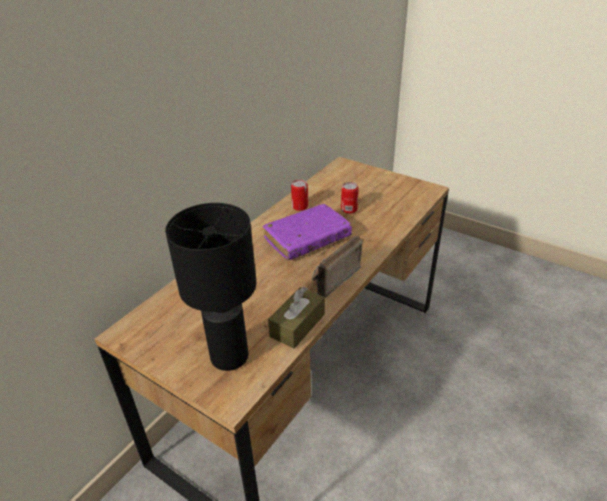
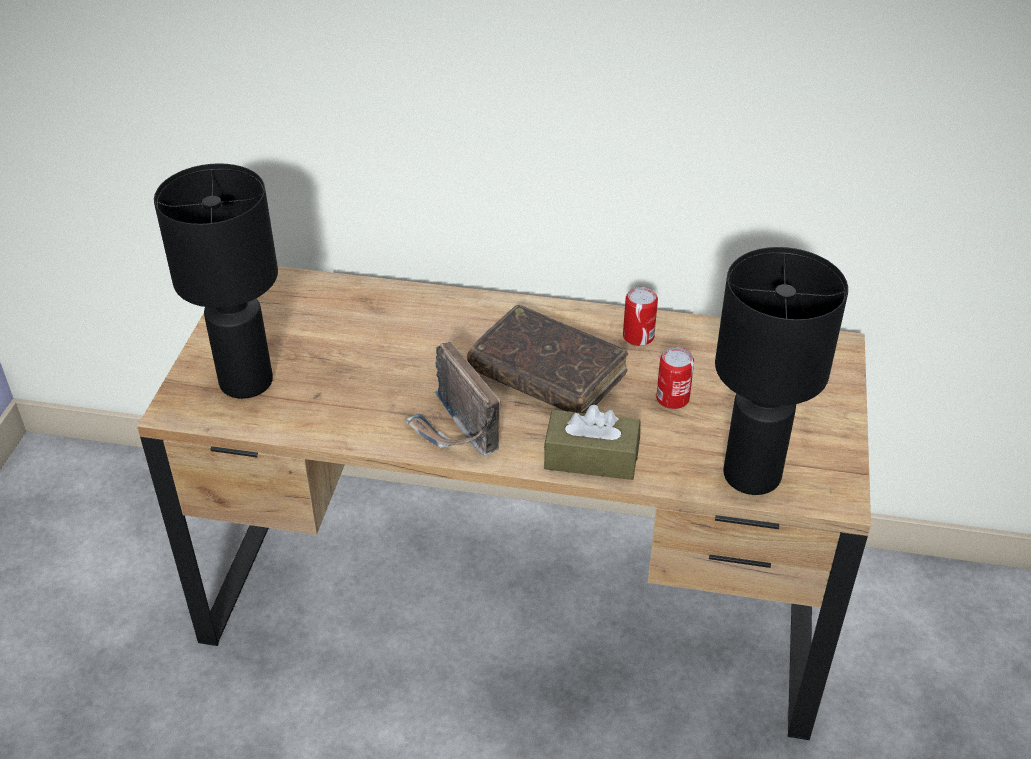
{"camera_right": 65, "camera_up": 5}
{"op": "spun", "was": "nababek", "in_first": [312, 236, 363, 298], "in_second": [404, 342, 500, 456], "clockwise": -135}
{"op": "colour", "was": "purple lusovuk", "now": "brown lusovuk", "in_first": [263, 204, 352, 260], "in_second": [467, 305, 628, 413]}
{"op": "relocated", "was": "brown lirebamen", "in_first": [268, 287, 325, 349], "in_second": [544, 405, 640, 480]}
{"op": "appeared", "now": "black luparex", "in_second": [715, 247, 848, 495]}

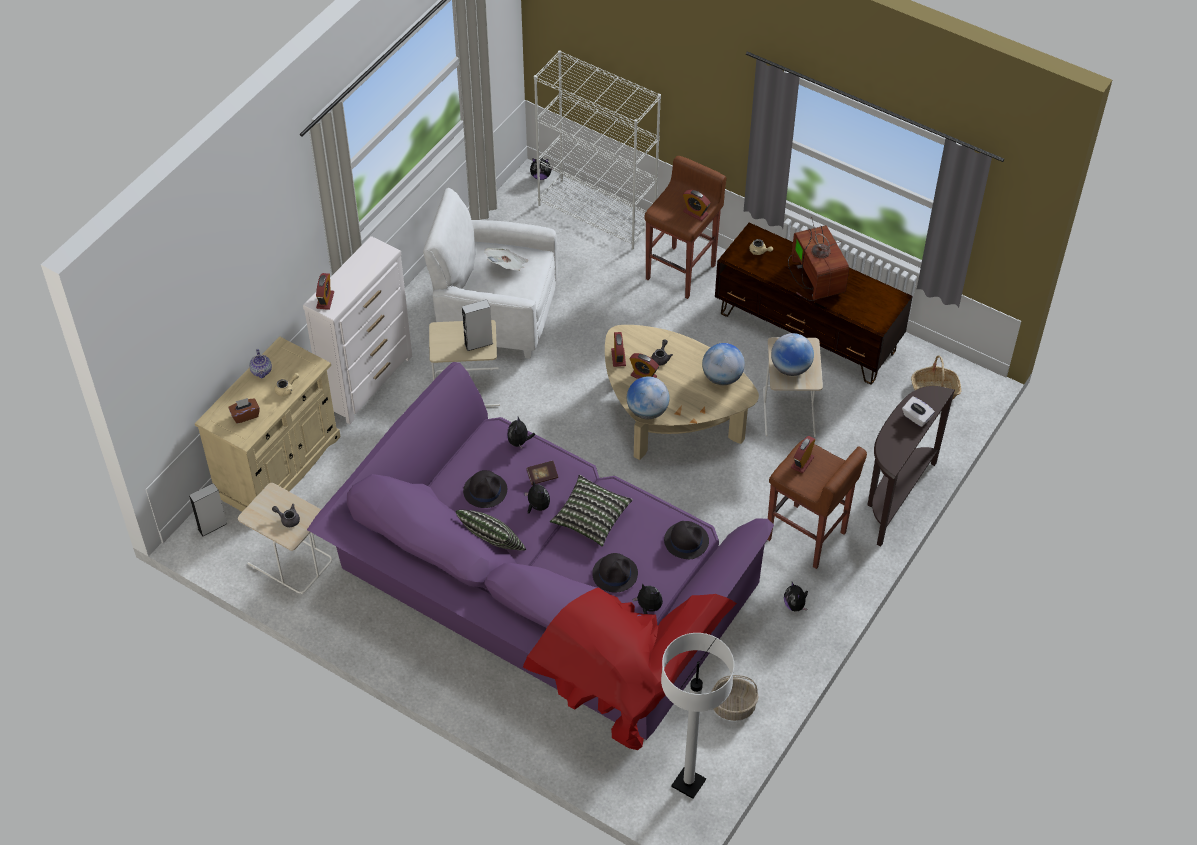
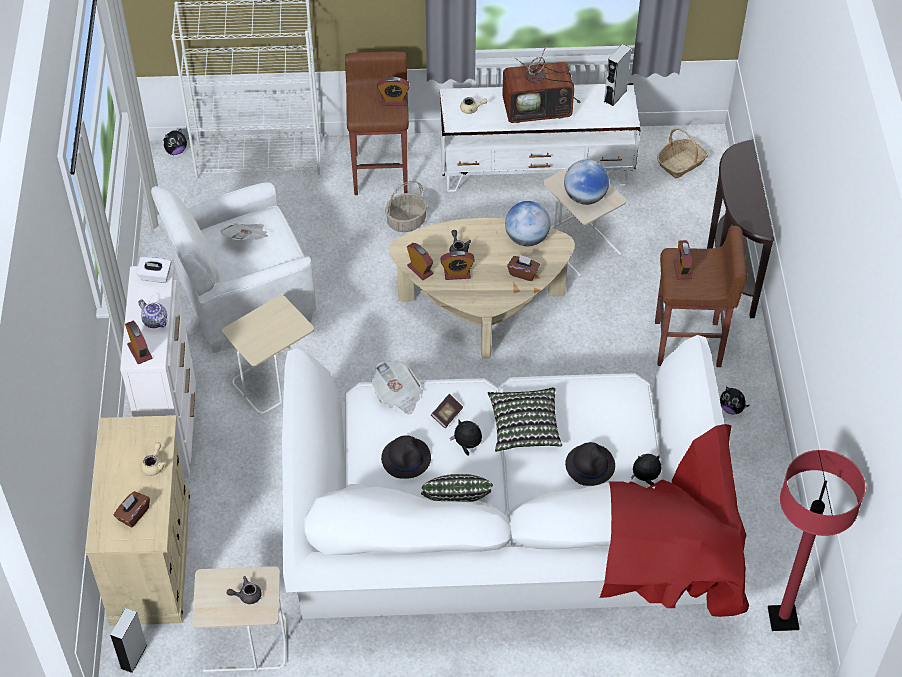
{"camera_right": -35, "camera_up": 0}
{"op": "relocated", "was": "white lirebamen", "in_first": [902, 397, 935, 427], "in_second": [136, 256, 171, 283]}
{"op": "relocated", "was": "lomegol", "in_first": [249, 349, 272, 378], "in_second": [138, 300, 168, 328]}
{"op": "colour", "was": "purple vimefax", "now": "white vimefax", "in_first": [307, 362, 774, 750], "in_second": [282, 335, 749, 619]}
{"op": "exchanged", "was": "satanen", "now": "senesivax", "in_first": [507, 417, 535, 449], "in_second": [372, 360, 423, 414]}
{"op": "relocated", "was": "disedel", "in_first": [712, 675, 759, 721], "in_second": [385, 181, 427, 232]}
{"op": "colour", "was": "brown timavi", "now": "white timavi", "in_first": [715, 223, 913, 385], "in_second": [440, 83, 640, 192]}
{"op": "spun", "was": "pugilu", "in_first": [788, 217, 849, 301], "in_second": [502, 38, 581, 123], "clockwise": 135}
{"op": "appeared", "now": "brown lirebamen", "in_second": [507, 255, 540, 281]}
{"op": "relocated", "was": "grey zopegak", "in_first": [462, 300, 493, 351], "in_second": [604, 44, 631, 106]}
{"op": "colour", "was": "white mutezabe", "now": "red mutezabe", "in_first": [661, 633, 734, 799], "in_second": [768, 450, 865, 631]}
{"op": "missing", "was": "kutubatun", "in_first": [627, 376, 670, 419]}
{"op": "missing", "was": "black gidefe", "in_first": [664, 521, 709, 559]}

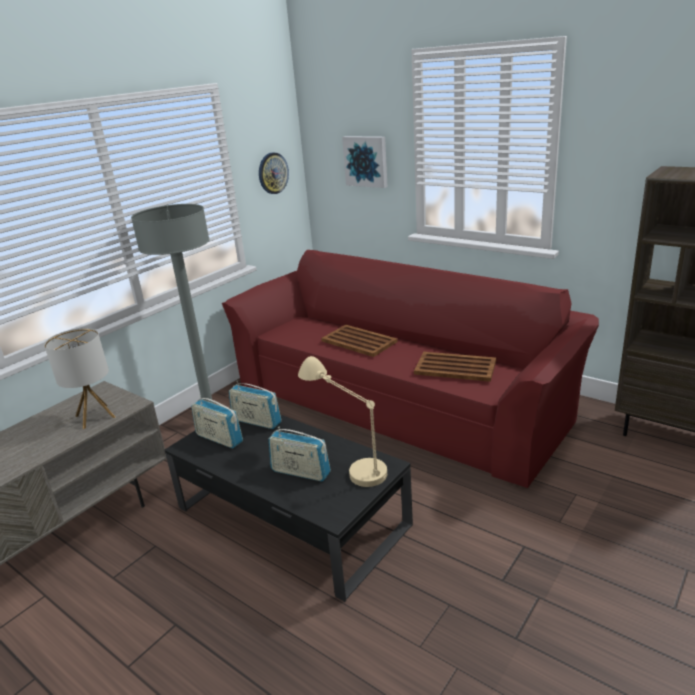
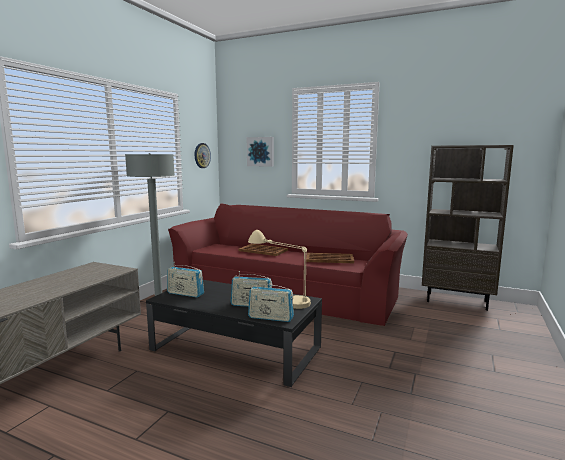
{"camera_right": -15, "camera_up": -15}
{"op": "relocated", "was": "nababek", "in_first": [229, 380, 282, 429], "in_second": [248, 281, 294, 322]}
{"op": "missing", "was": "luparex", "in_first": [44, 328, 115, 429]}

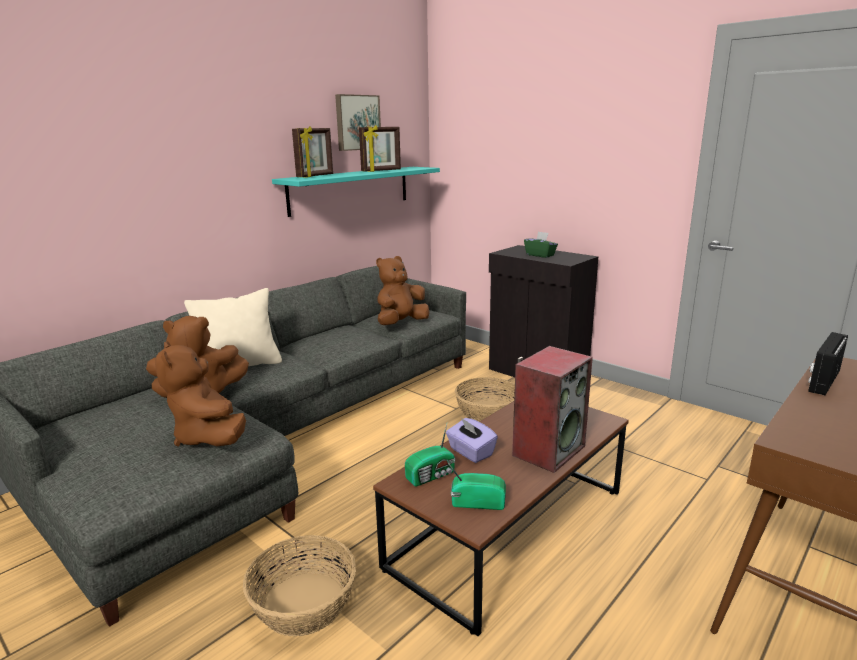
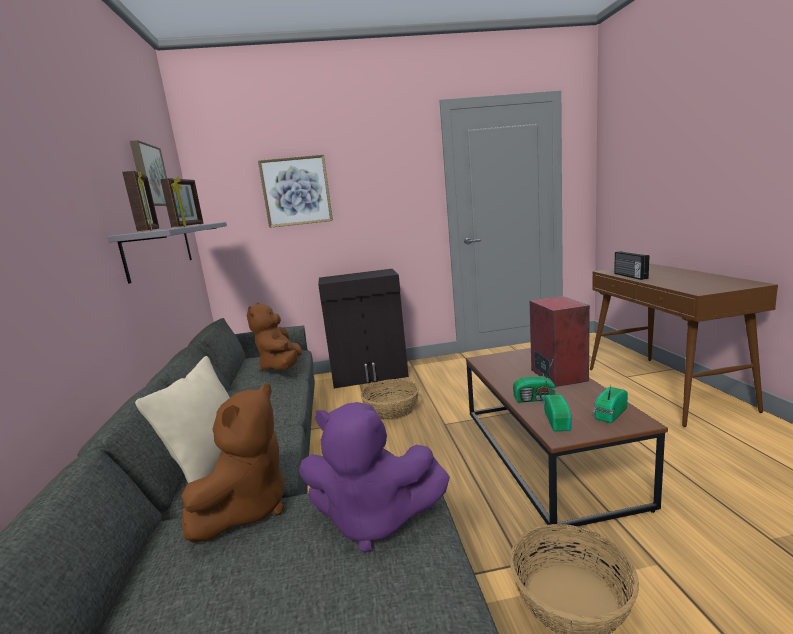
{"camera_right": -50, "camera_up": -5}
{"op": "colour", "was": "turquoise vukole", "now": "grey vukole", "in_first": [272, 167, 440, 217], "in_second": [107, 222, 227, 284]}
{"op": "appeared", "now": "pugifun", "in_second": [258, 155, 333, 228]}
{"op": "colour", "was": "brown satanen", "now": "purple satanen", "in_first": [155, 341, 246, 447], "in_second": [299, 402, 450, 553]}
{"op": "exchanged", "was": "purple lirebamen", "now": "nababek", "in_first": [446, 417, 498, 463], "in_second": [513, 358, 556, 403]}
{"op": "missing", "was": "green lirebamen", "in_first": [524, 231, 558, 258]}

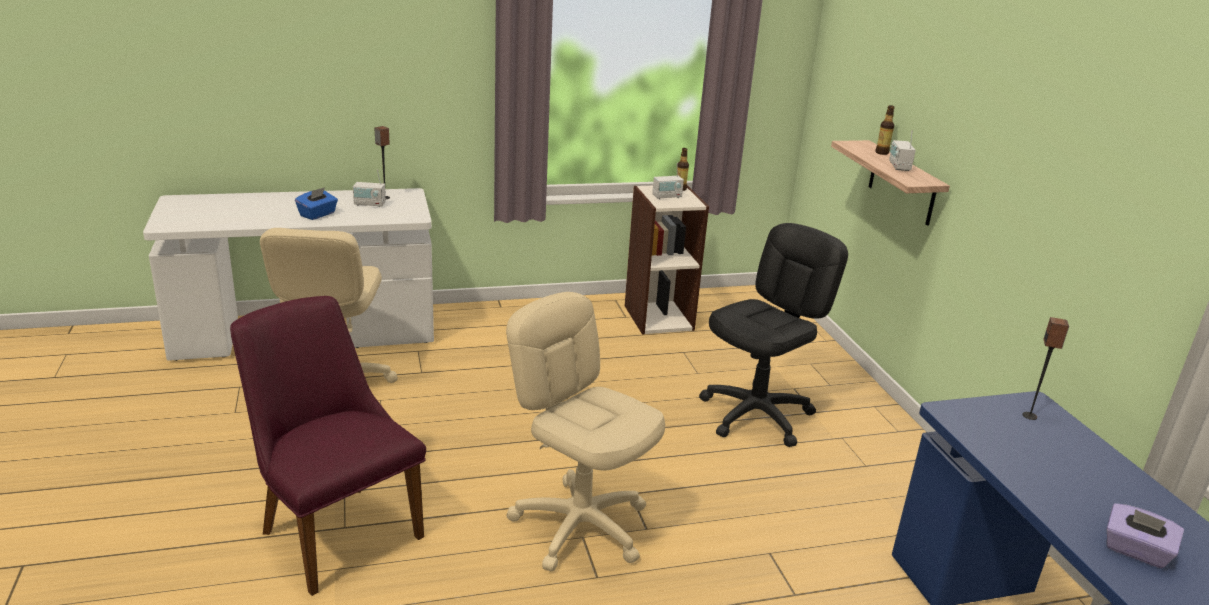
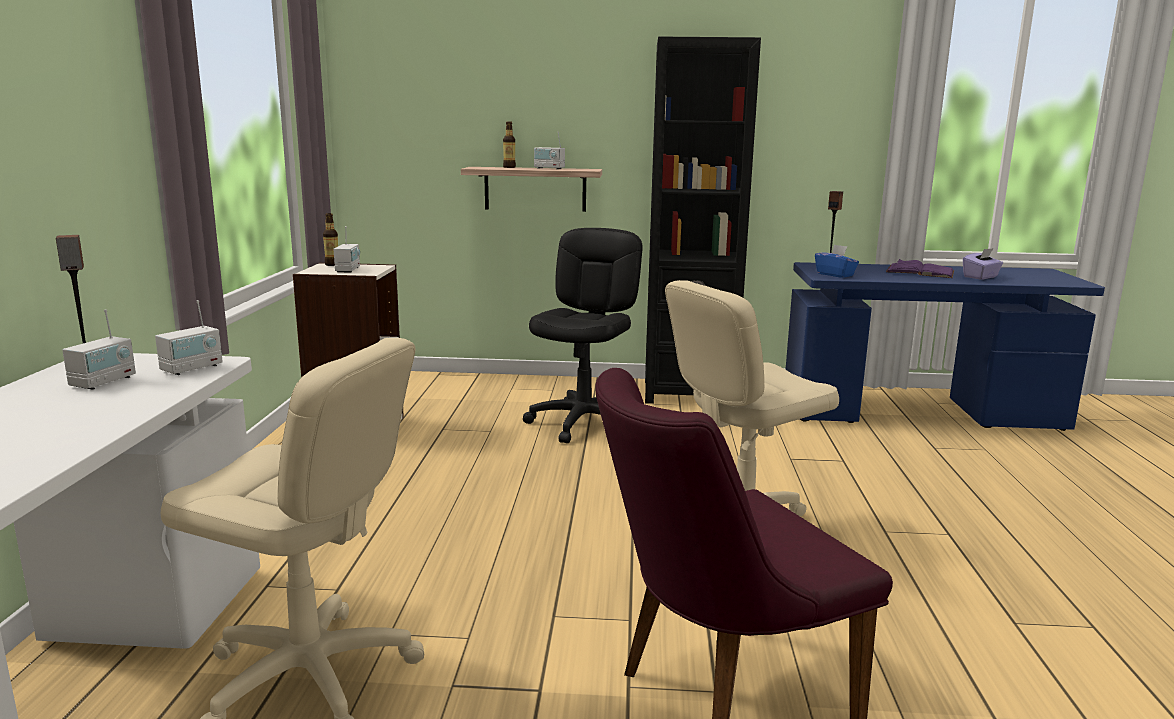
{"camera_right": -70, "camera_up": -10}
{"op": "appeared", "now": "nababek", "in_second": [155, 300, 223, 375]}
{"op": "spun", "was": "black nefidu", "in_first": [699, 223, 848, 447], "in_second": [523, 228, 643, 443], "clockwise": 45}
{"op": "appeared", "now": "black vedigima", "in_second": [645, 37, 761, 404]}
{"op": "relocated", "was": "blue lirebamen", "in_first": [295, 187, 338, 220], "in_second": [815, 244, 859, 278]}
{"op": "appeared", "now": "purple lusovuk", "in_second": [886, 259, 954, 278]}

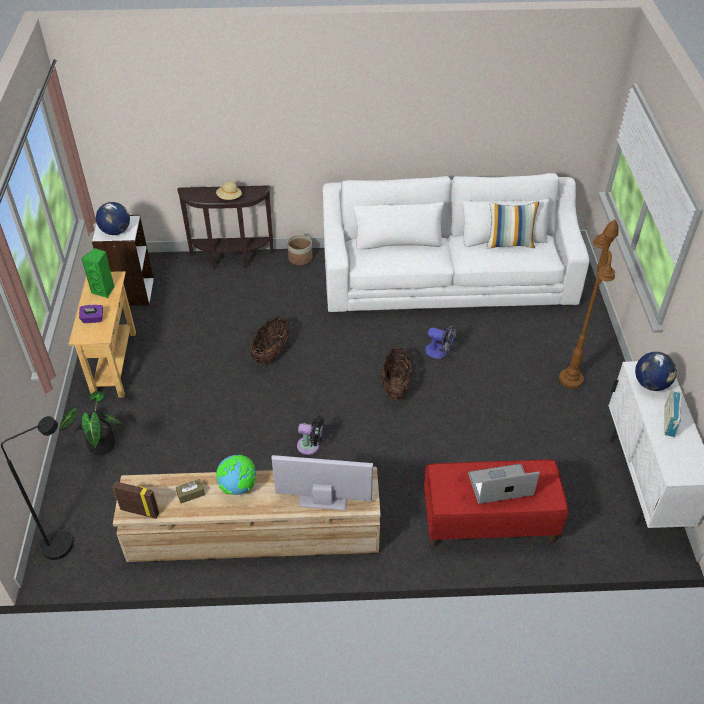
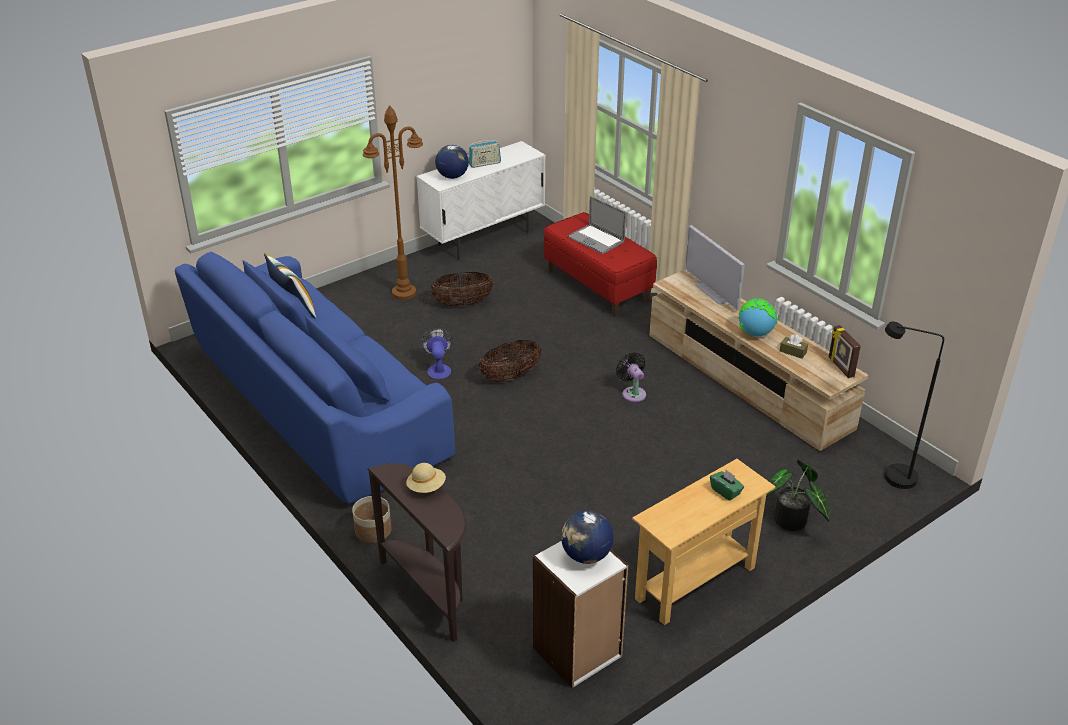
{"camera_right": -125, "camera_up": -10}
{"op": "colour", "was": "white vimefax", "now": "blue vimefax", "in_first": [323, 173, 589, 313], "in_second": [175, 251, 455, 505]}
{"op": "relocated", "was": "disedel", "in_first": [251, 317, 289, 365], "in_second": [431, 272, 493, 306]}
{"op": "colour", "was": "purple lirebamen", "now": "green lirebamen", "in_first": [79, 305, 103, 323], "in_second": [710, 470, 744, 501]}
{"op": "missing", "was": "green zopegak", "in_first": [81, 248, 115, 298]}

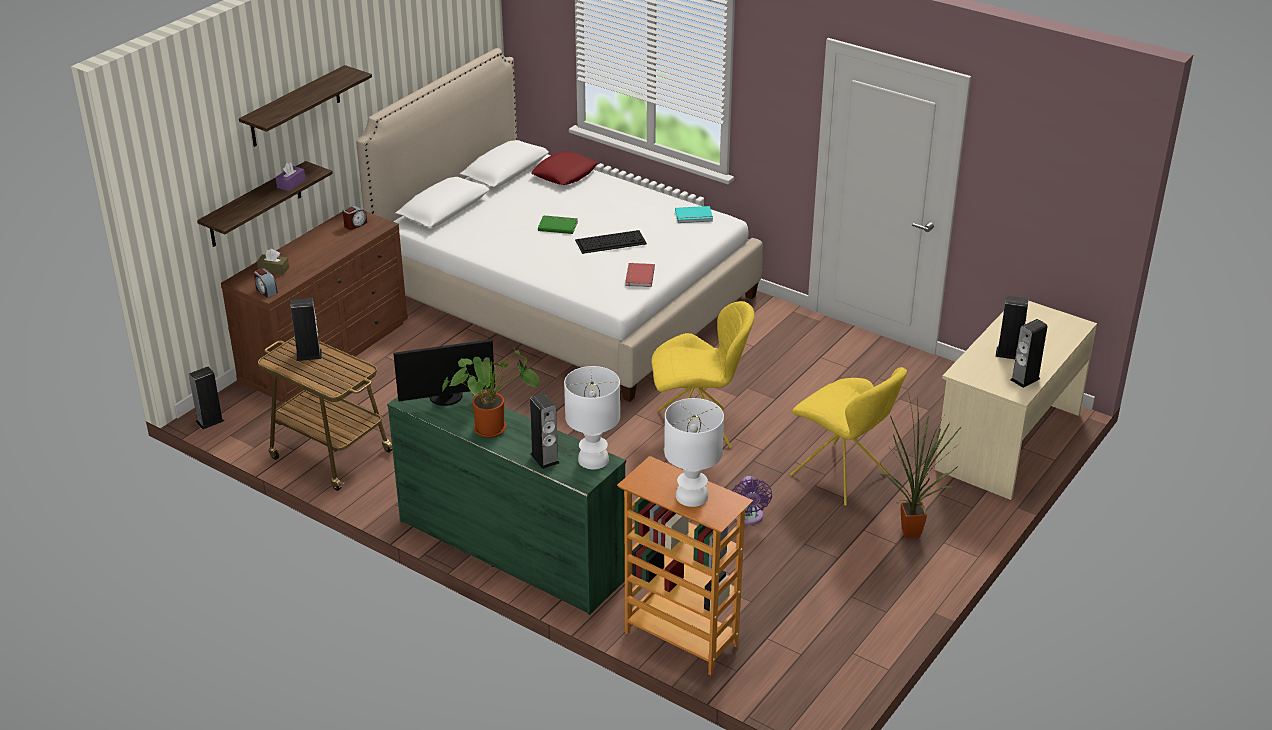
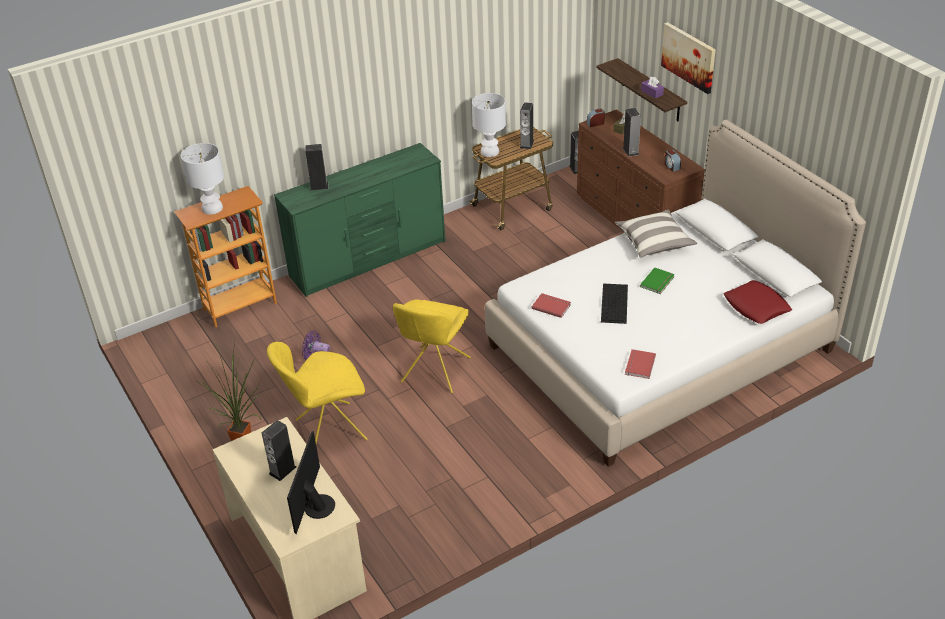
{"camera_right": 115, "camera_up": 5}
{"op": "relocated", "was": "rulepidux", "in_first": [393, 339, 495, 406], "in_second": [287, 431, 335, 534]}
{"op": "relocated", "was": "white luparex", "in_first": [564, 366, 620, 469], "in_second": [472, 93, 506, 157]}
{"op": "appeared", "now": "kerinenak", "in_second": [615, 210, 697, 258]}
{"op": "relocated", "was": "zopegak", "in_first": [1010, 319, 1048, 388], "in_second": [623, 108, 641, 157]}
{"op": "colour", "was": "turquoise lusovuk", "now": "red lusovuk", "in_first": [675, 206, 713, 223], "in_second": [625, 349, 656, 379]}
{"op": "exchanged", "was": "vukole", "now": "pugifun", "in_first": [239, 65, 372, 147], "in_second": [661, 22, 716, 94]}
{"op": "missing", "was": "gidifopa", "in_first": [442, 346, 539, 438]}

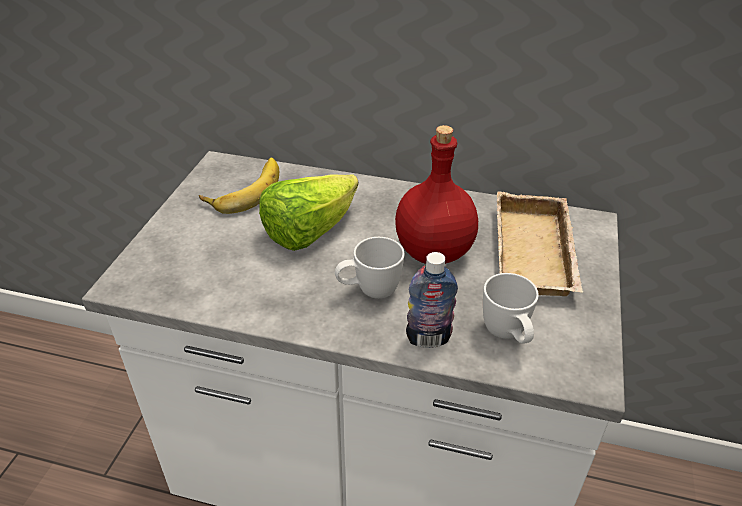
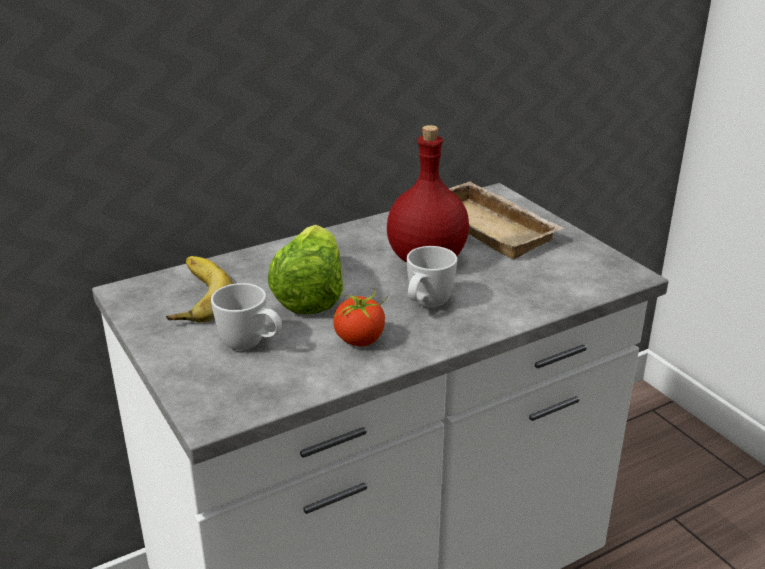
{"camera_right": -45, "camera_up": -10}
{"op": "relocated", "was": "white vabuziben", "in_first": [483, 273, 539, 344], "in_second": [211, 283, 282, 350]}
{"op": "appeared", "now": "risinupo", "in_second": [333, 288, 388, 346]}
{"op": "missing", "was": "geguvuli", "in_first": [406, 252, 458, 348]}

